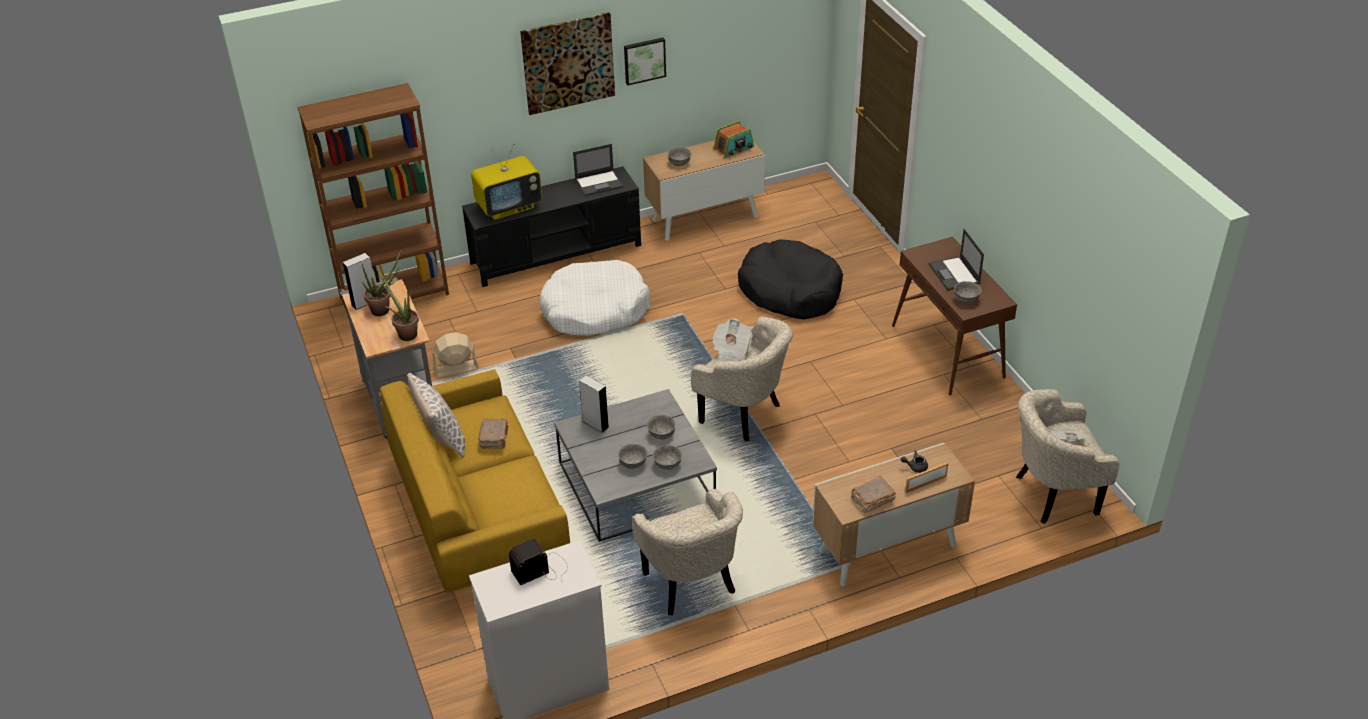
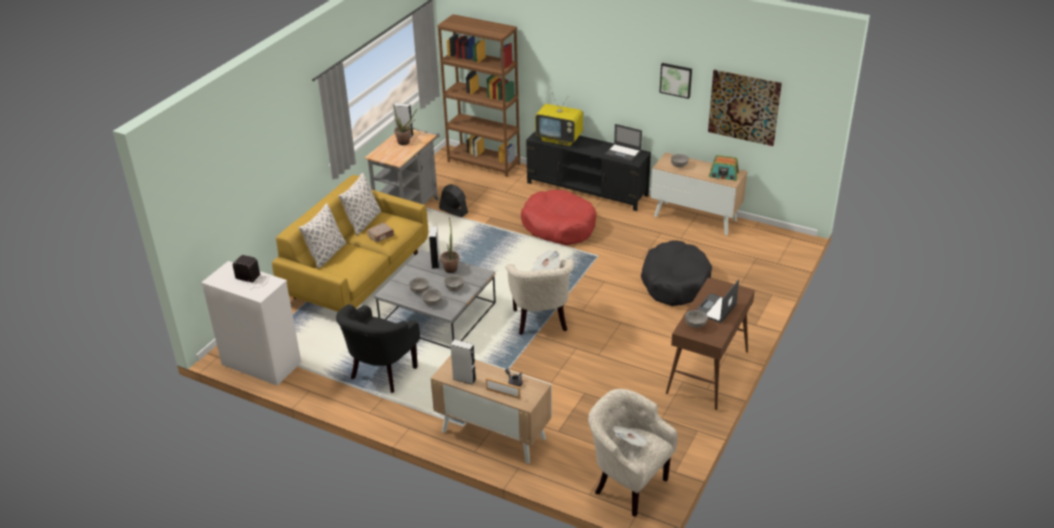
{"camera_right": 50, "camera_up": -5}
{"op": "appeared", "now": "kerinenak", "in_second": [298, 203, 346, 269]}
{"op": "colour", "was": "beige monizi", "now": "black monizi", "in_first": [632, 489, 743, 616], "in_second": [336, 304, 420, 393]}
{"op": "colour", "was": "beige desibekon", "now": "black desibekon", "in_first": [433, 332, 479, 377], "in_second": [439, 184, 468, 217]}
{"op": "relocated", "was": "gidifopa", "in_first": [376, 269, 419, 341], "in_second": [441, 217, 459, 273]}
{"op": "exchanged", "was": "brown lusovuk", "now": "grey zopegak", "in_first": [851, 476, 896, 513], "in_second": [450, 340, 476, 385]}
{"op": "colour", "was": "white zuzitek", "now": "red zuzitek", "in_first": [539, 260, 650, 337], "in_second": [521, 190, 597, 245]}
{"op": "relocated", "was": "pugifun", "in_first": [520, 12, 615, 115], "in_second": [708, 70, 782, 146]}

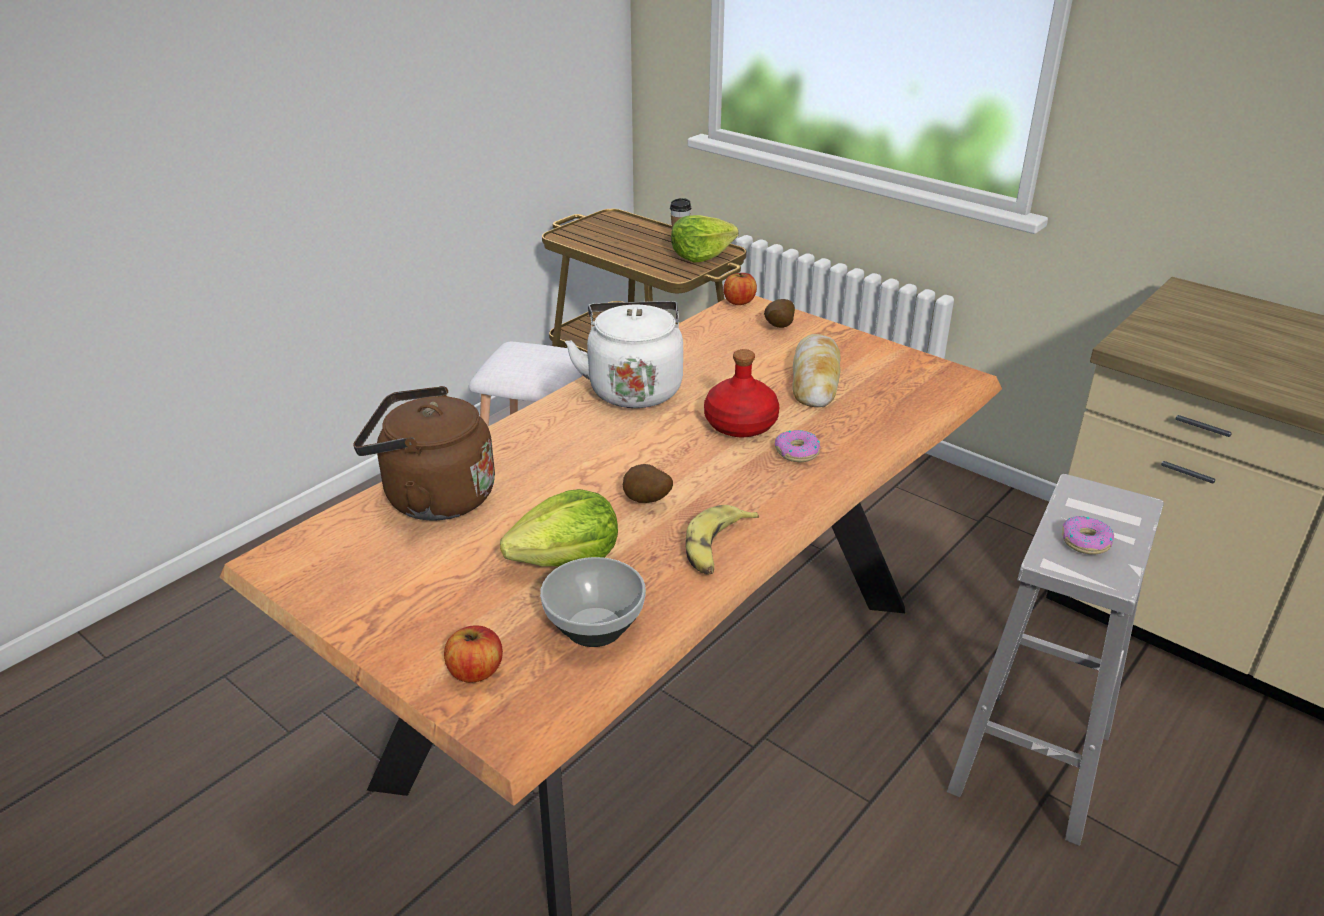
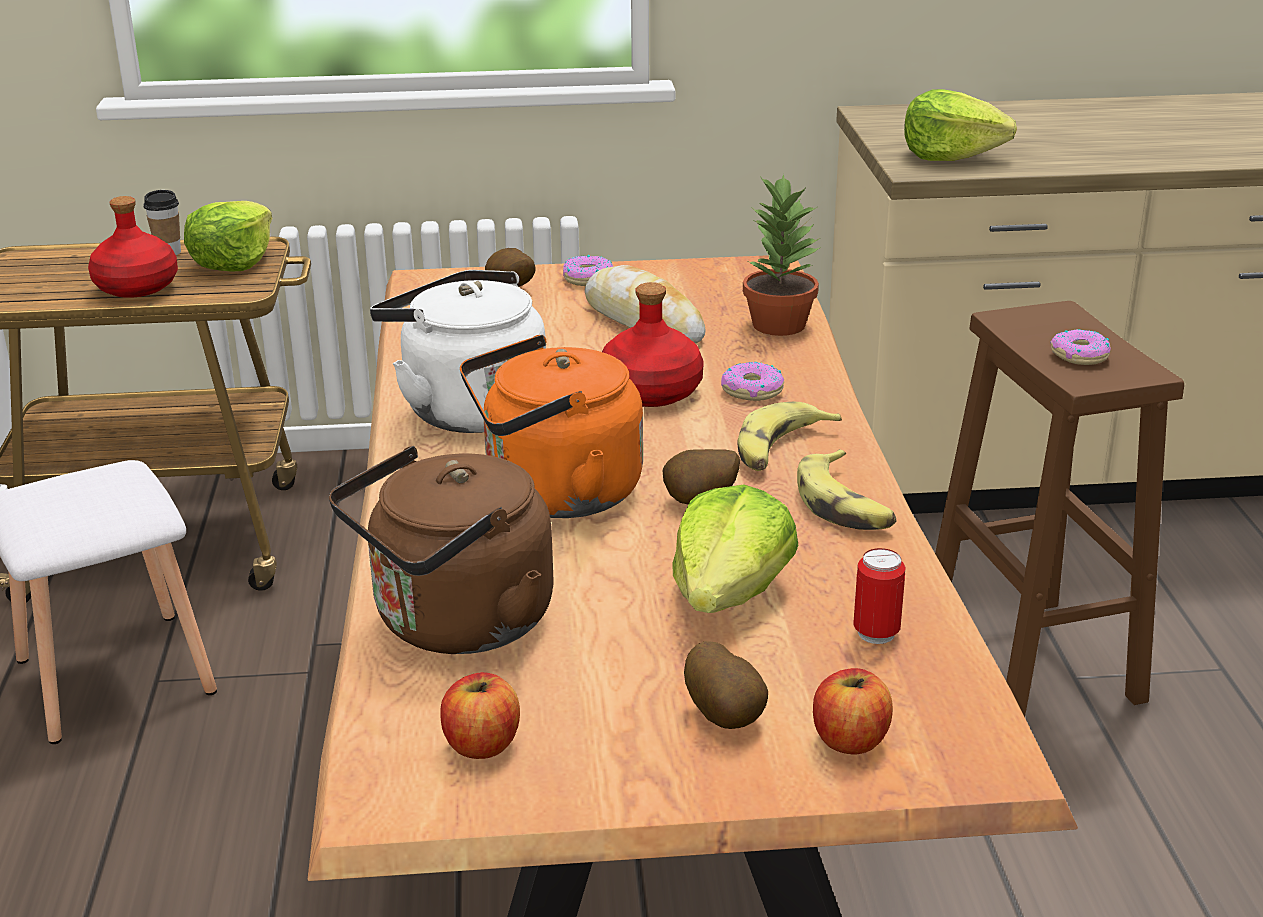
{"camera_right": -45, "camera_up": -5}
{"op": "appeared", "now": "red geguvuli", "in_second": [88, 196, 178, 298]}
{"op": "relocated", "was": "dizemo", "in_first": [723, 273, 757, 305], "in_second": [440, 672, 520, 759]}
{"op": "appeared", "now": "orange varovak", "in_second": [460, 335, 643, 518]}
{"op": "appeared", "now": "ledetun", "in_second": [563, 255, 613, 286]}
{"op": "appeared", "now": "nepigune", "in_second": [684, 641, 768, 729]}
{"op": "appeared", "now": "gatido", "in_second": [738, 402, 842, 471]}
{"op": "appeared", "now": "gidifopa", "in_second": [743, 174, 821, 336]}
{"op": "exchanged", "was": "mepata", "now": "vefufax", "in_first": [540, 557, 646, 647], "in_second": [853, 548, 905, 644]}
{"op": "appeared", "now": "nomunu", "in_second": [904, 89, 1017, 161]}
{"op": "colour", "was": "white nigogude", "now": "brown nigogude", "in_first": [947, 474, 1164, 846], "in_second": [935, 301, 1184, 717]}

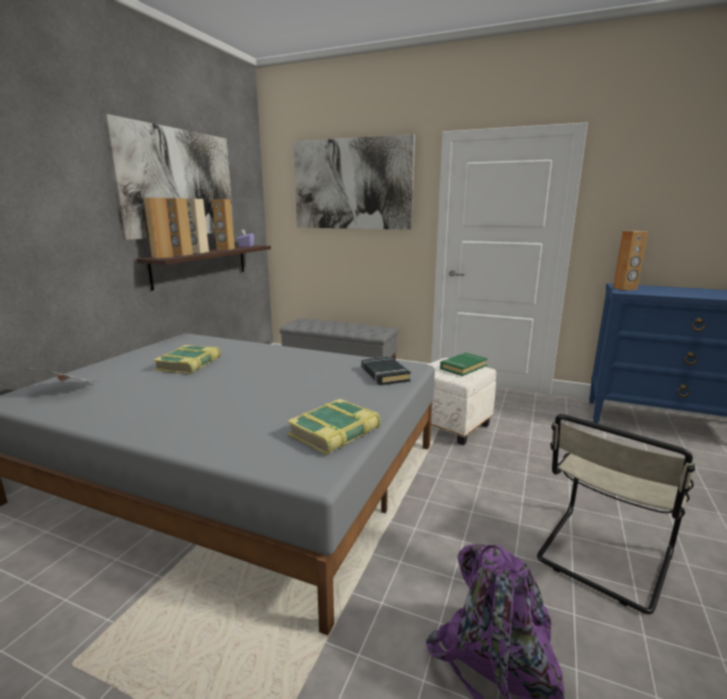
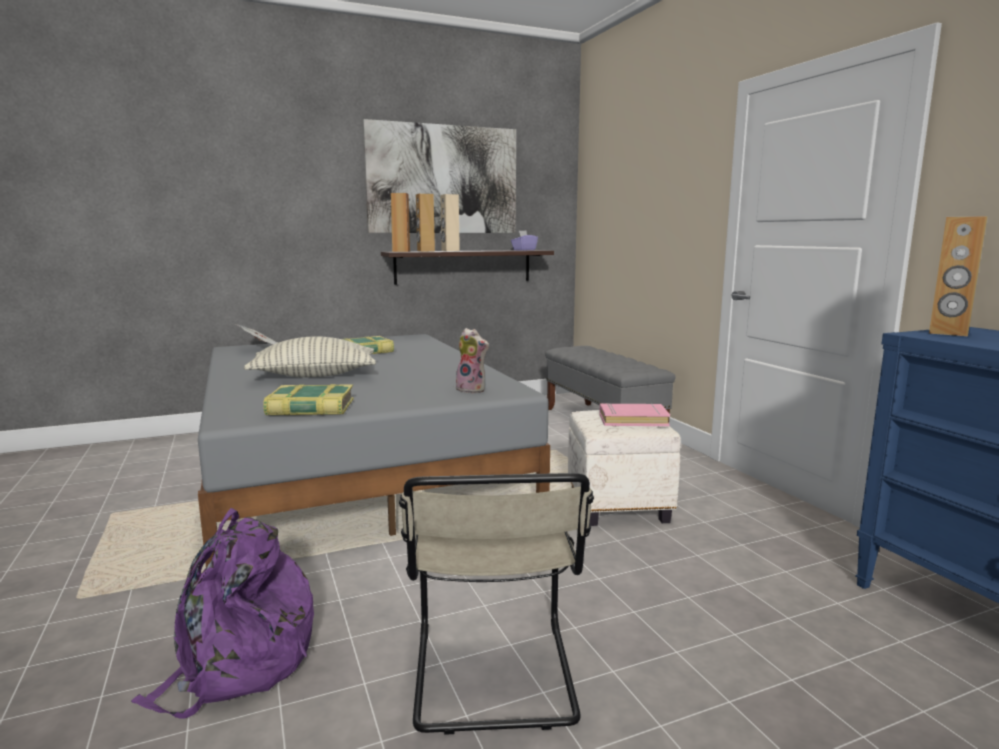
{"camera_right": 45, "camera_up": -5}
{"op": "appeared", "now": "kerinenak", "in_second": [244, 336, 376, 378]}
{"op": "spun", "was": "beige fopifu", "in_first": [537, 414, 695, 614], "in_second": [399, 473, 594, 735], "clockwise": -90}
{"op": "exchanged", "was": "black lusovuk", "now": "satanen", "in_first": [362, 356, 411, 385], "in_second": [456, 328, 489, 393]}
{"op": "colour", "was": "green lusovuk", "now": "pink lusovuk", "in_first": [440, 353, 488, 376], "in_second": [599, 403, 670, 426]}
{"op": "missing", "was": "brown zopegak", "in_first": [212, 199, 235, 250]}
{"op": "missing", "was": "pugifun", "in_first": [293, 134, 415, 230]}

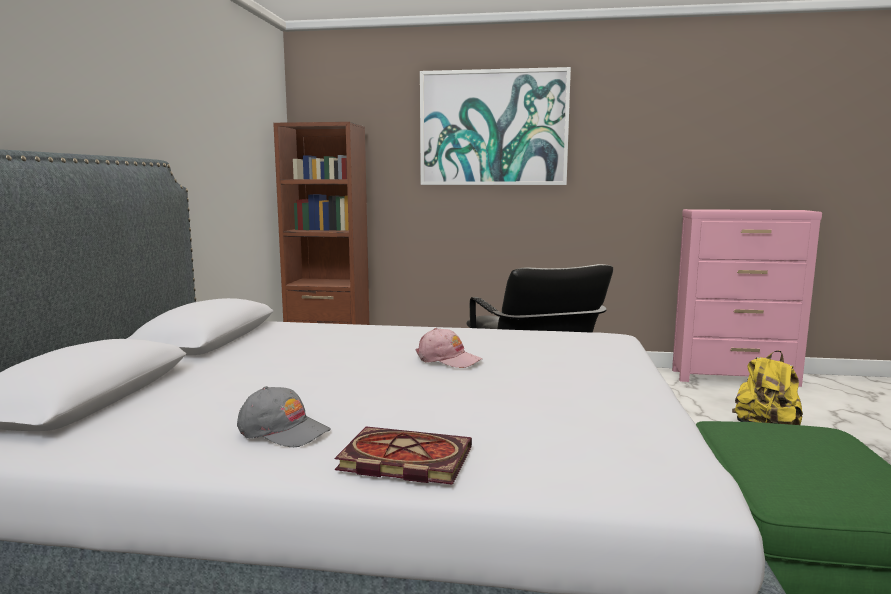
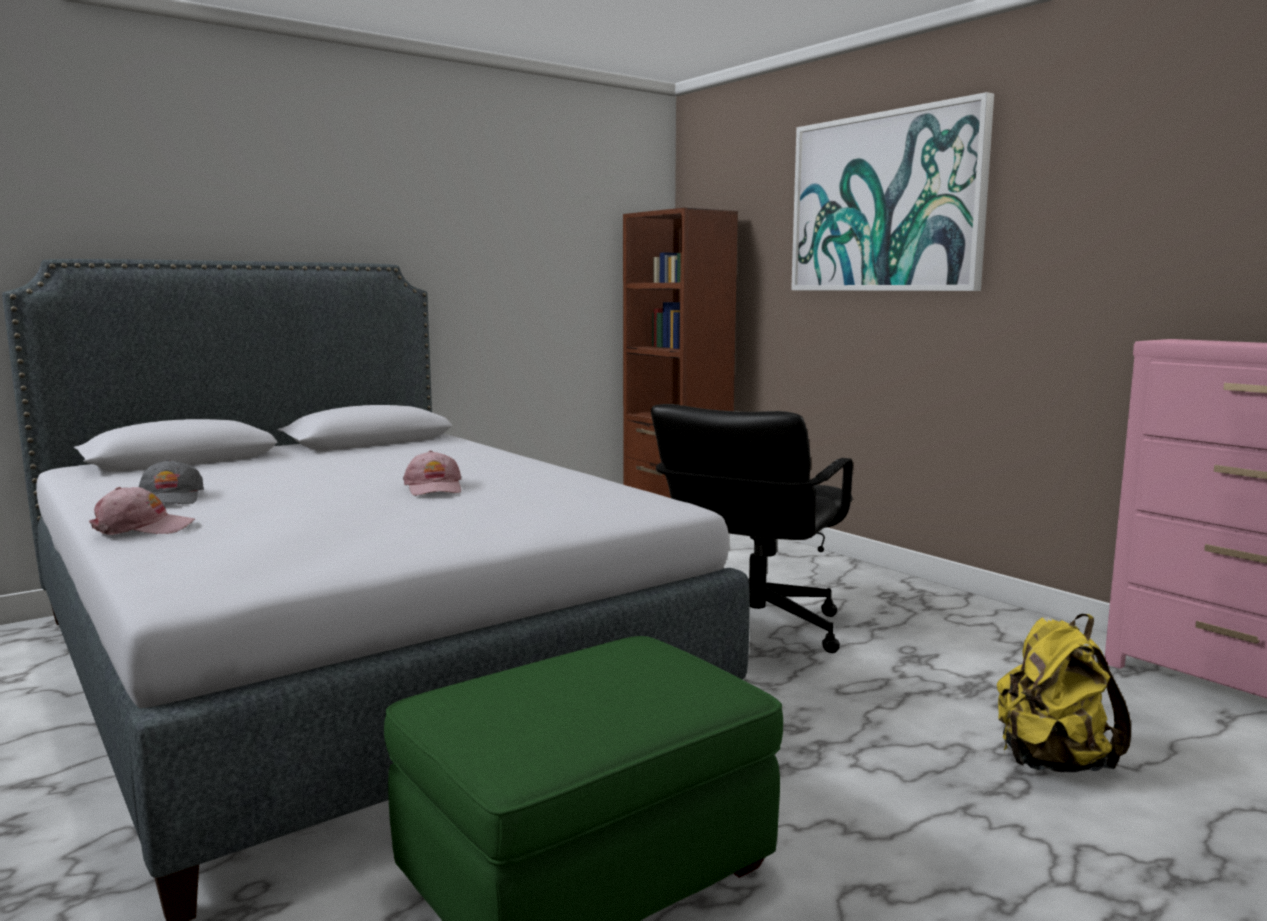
{"camera_right": 45, "camera_up": 0}
{"op": "exchanged", "was": "lusovuk", "now": "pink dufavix", "in_first": [334, 426, 472, 485], "in_second": [89, 487, 195, 535]}

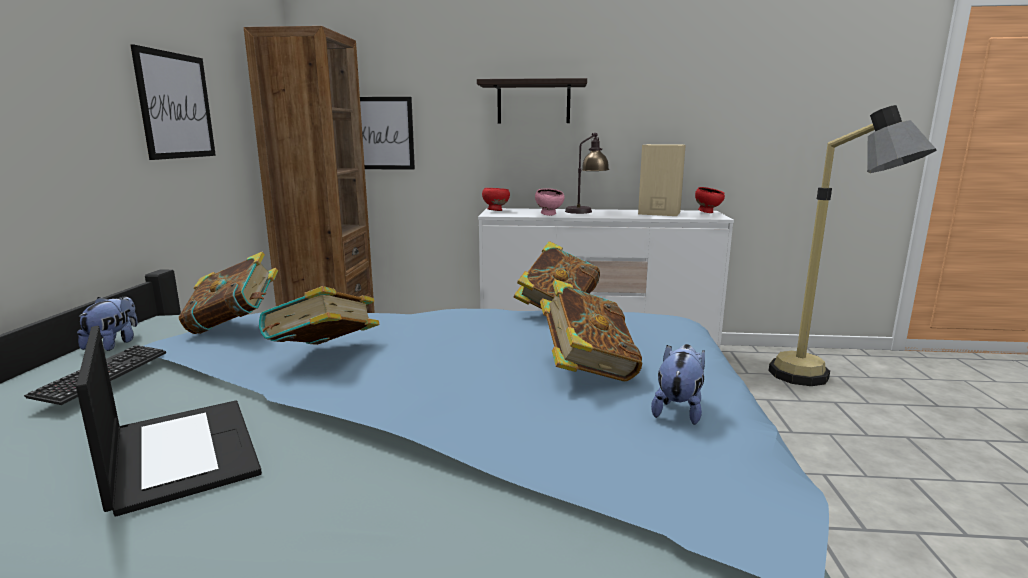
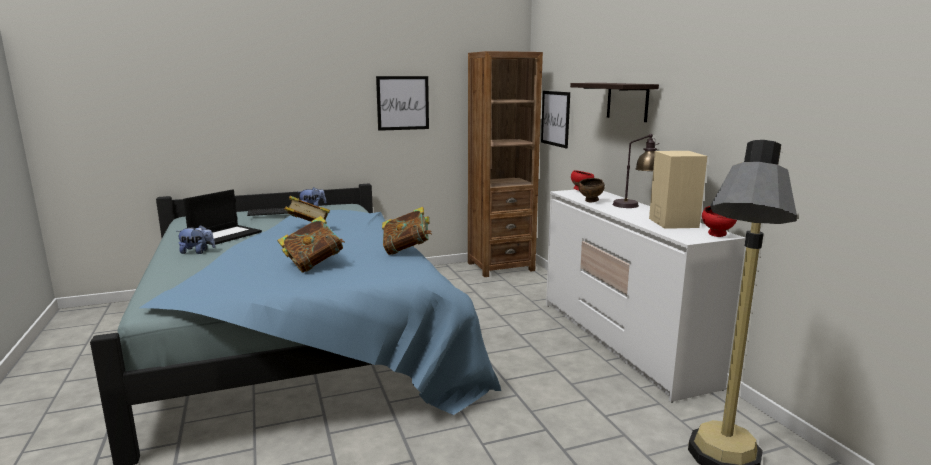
{"camera_right": 65, "camera_up": 0}
{"op": "relocated", "was": "satanen", "in_first": [651, 344, 705, 425], "in_second": [179, 225, 215, 254]}
{"op": "colour", "was": "pink mepata", "now": "brown mepata", "in_first": [535, 188, 565, 216], "in_second": [578, 178, 605, 202]}
{"op": "missing", "was": "lusovuk", "in_first": [179, 252, 278, 334]}

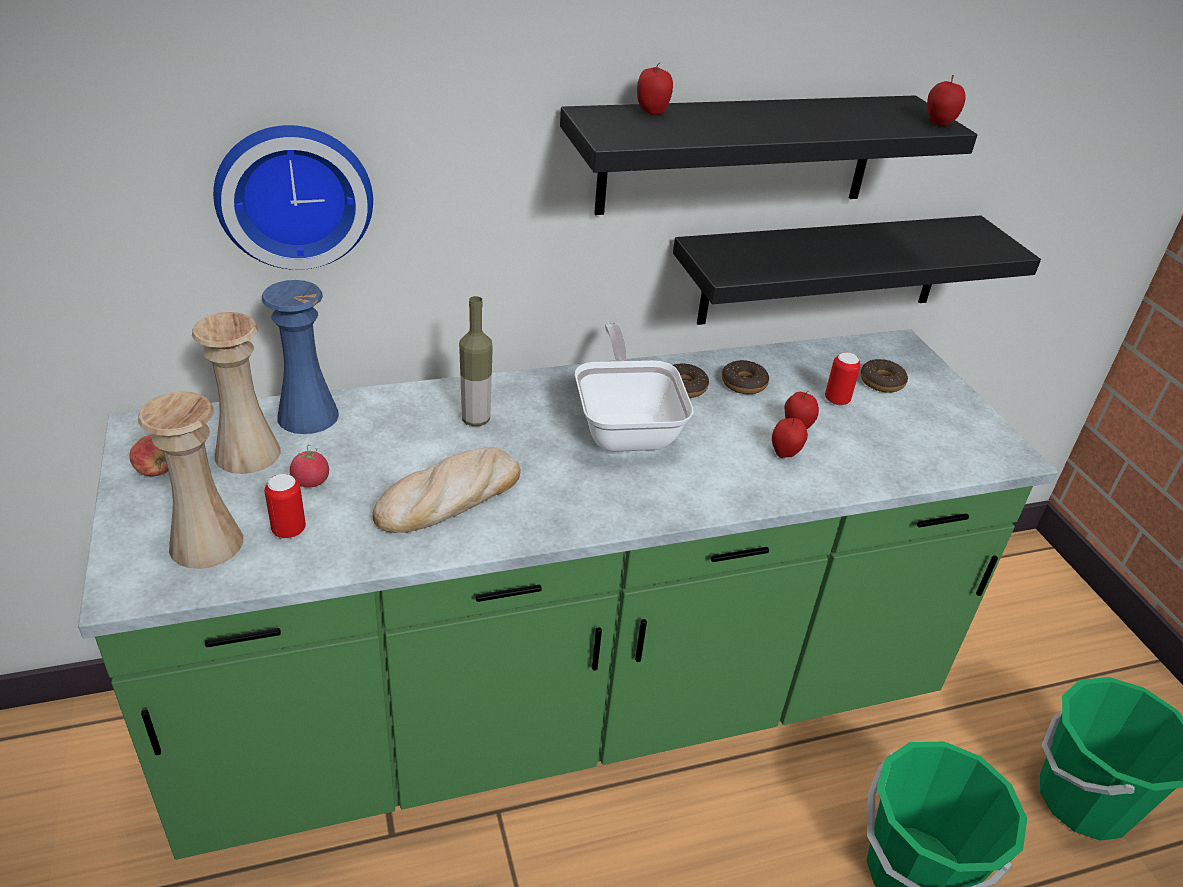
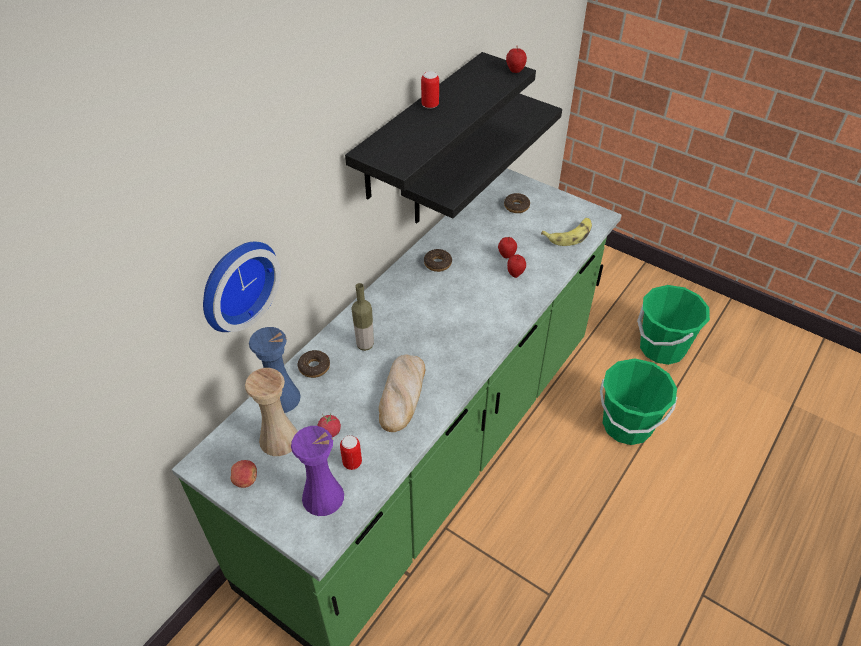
{"camera_right": -35, "camera_up": 10}
{"op": "colour", "was": "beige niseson", "now": "purple niseson", "in_first": [138, 391, 243, 569], "in_second": [291, 426, 344, 516]}
{"op": "relocated", "was": "ledetun", "in_first": [722, 360, 769, 394], "in_second": [297, 350, 330, 378]}
{"op": "relocated", "was": "vefufax", "in_first": [825, 352, 861, 405], "in_second": [421, 71, 439, 109]}
{"op": "appeared", "now": "gatido", "in_second": [541, 218, 592, 246]}
{"op": "missing", "was": "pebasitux", "in_first": [575, 322, 694, 452]}
{"op": "missing", "was": "dizemo", "in_first": [637, 62, 673, 115]}

